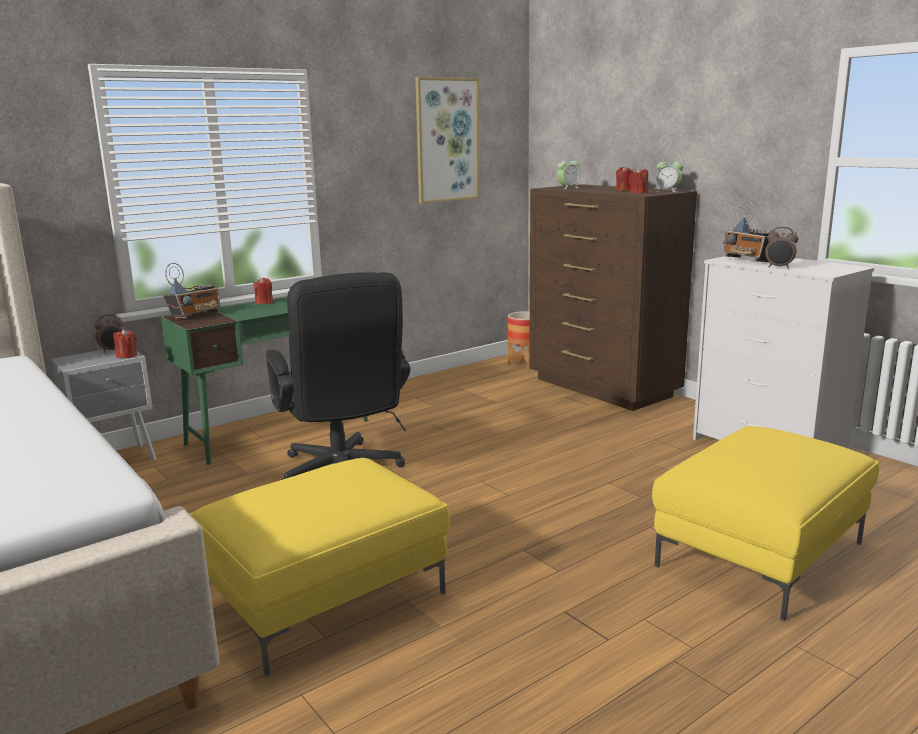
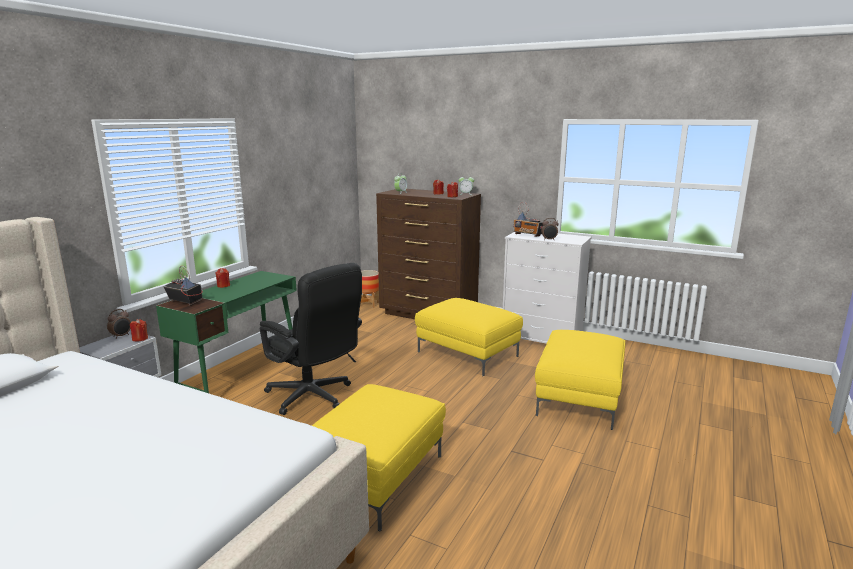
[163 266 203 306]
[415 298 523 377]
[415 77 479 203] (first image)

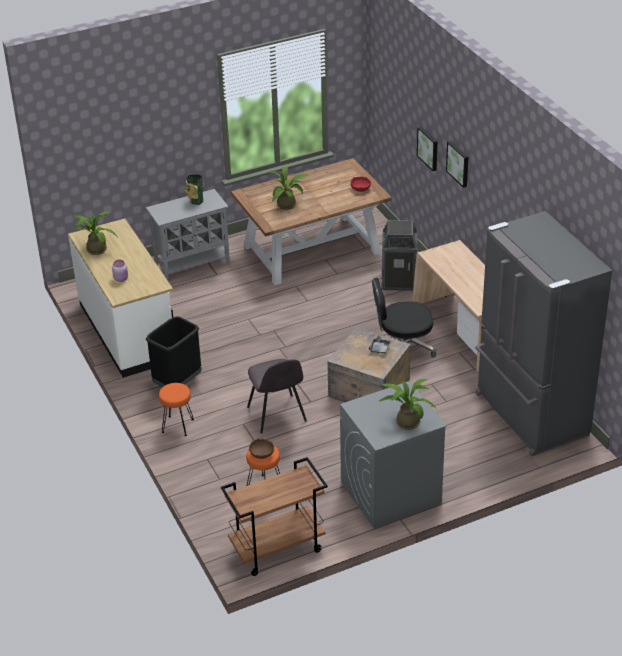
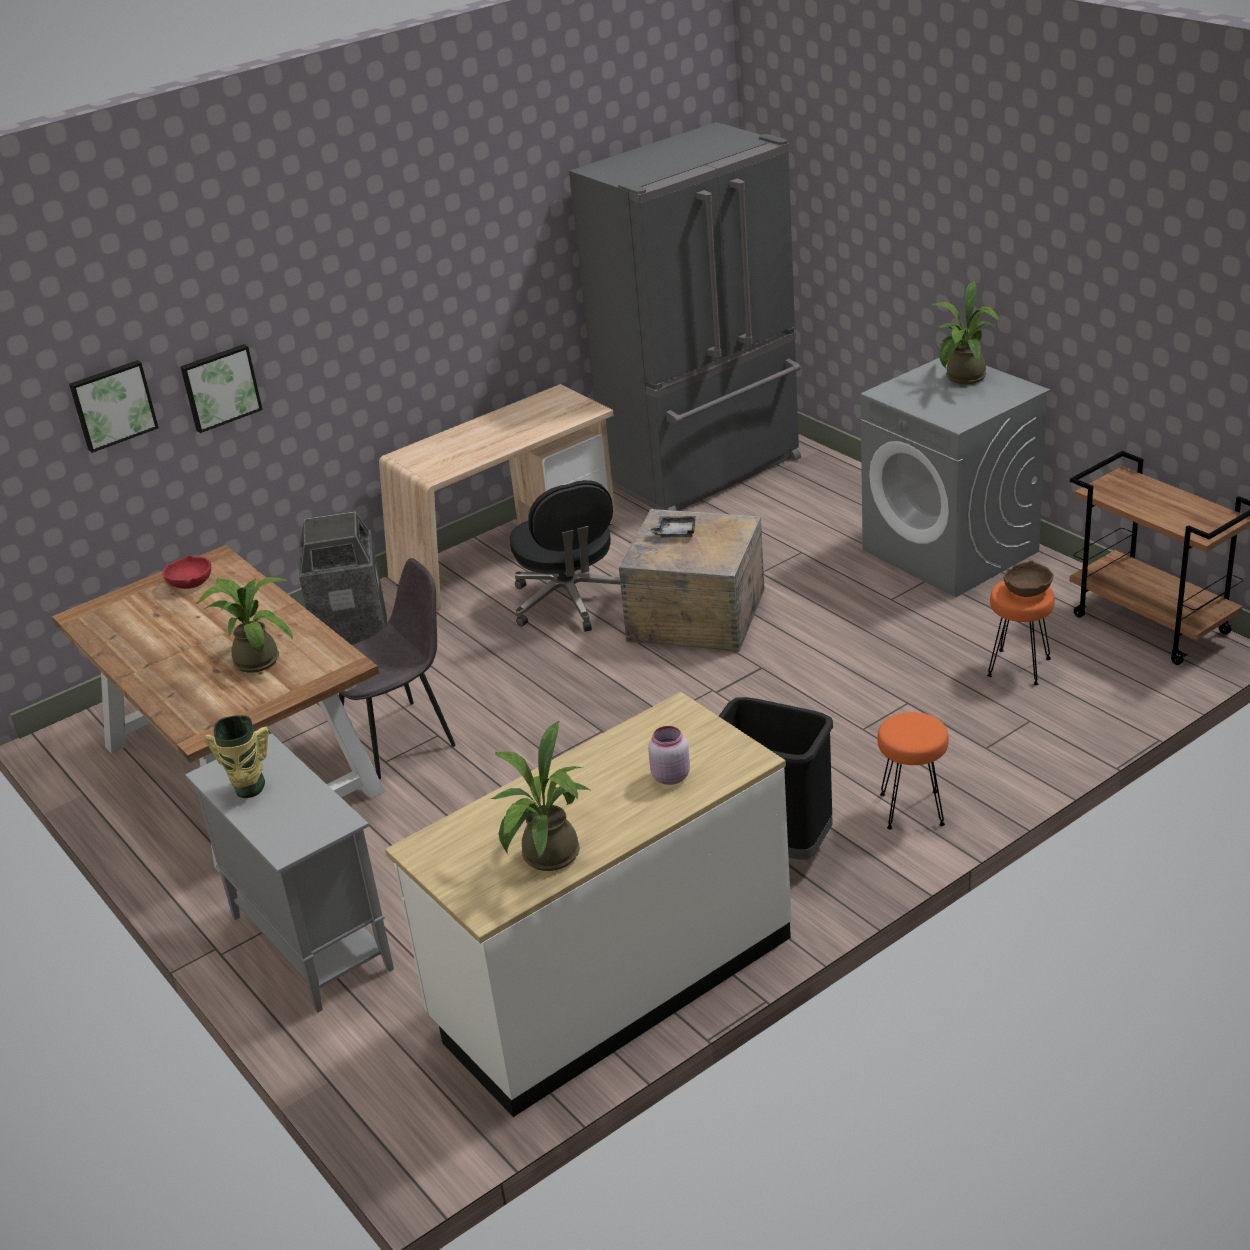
[69 360 159 453]
[339 558 456 779]

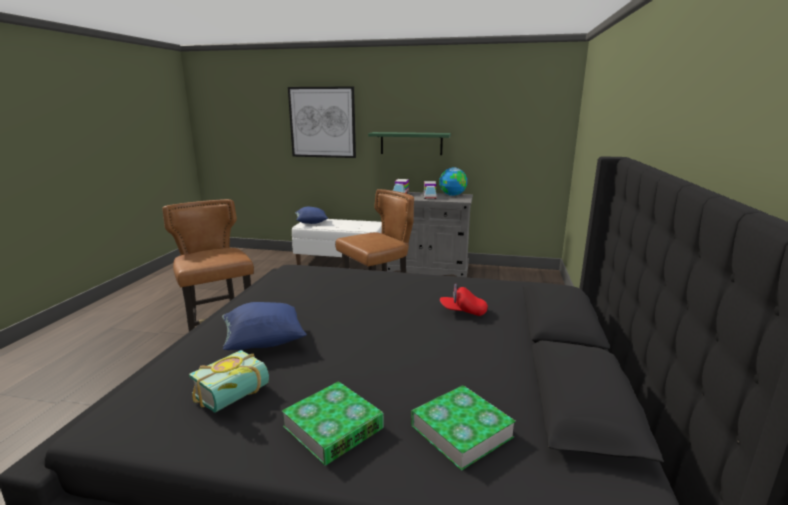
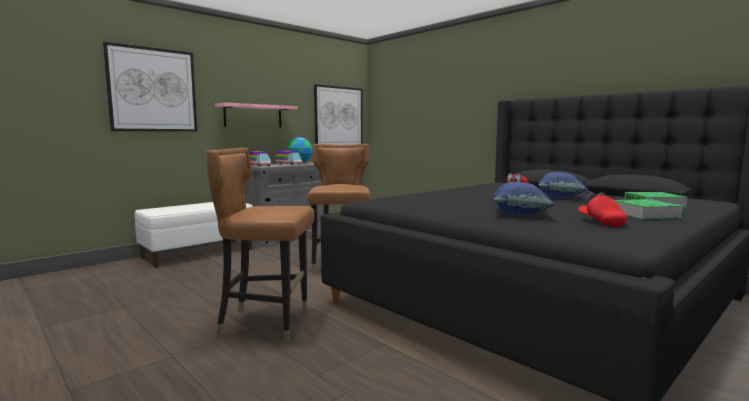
[215 103 297 128]
[314 84 363 144]
[538 172 588 198]
[578 193 628 227]

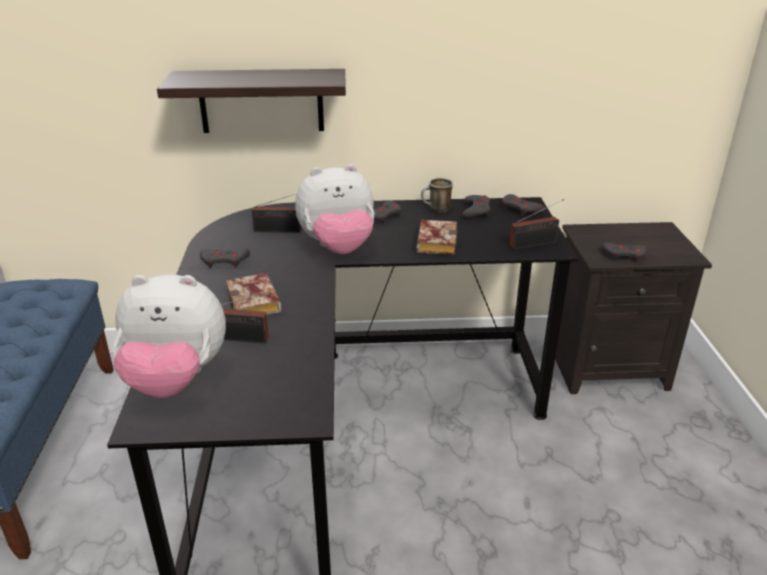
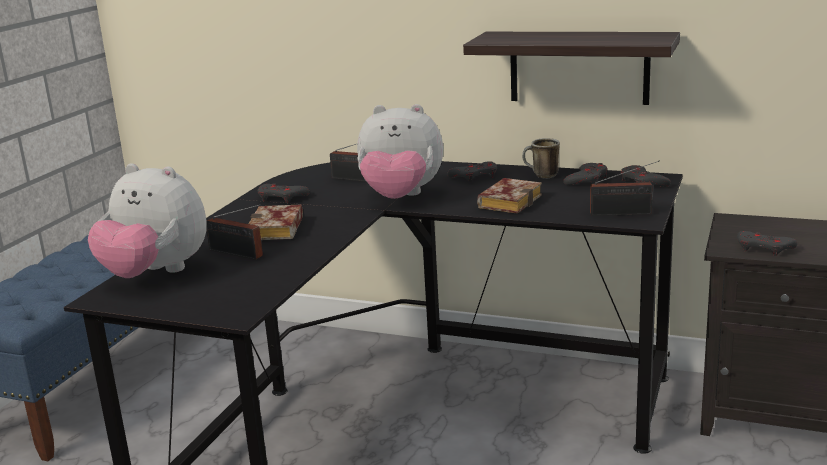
[463 32 680 105]

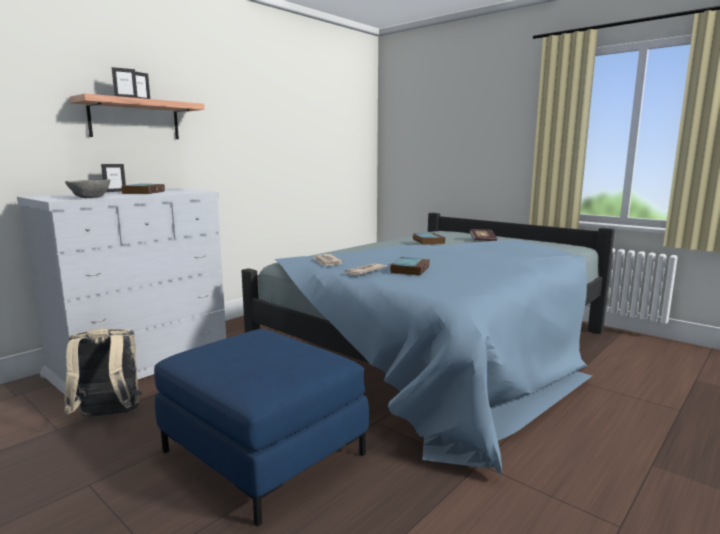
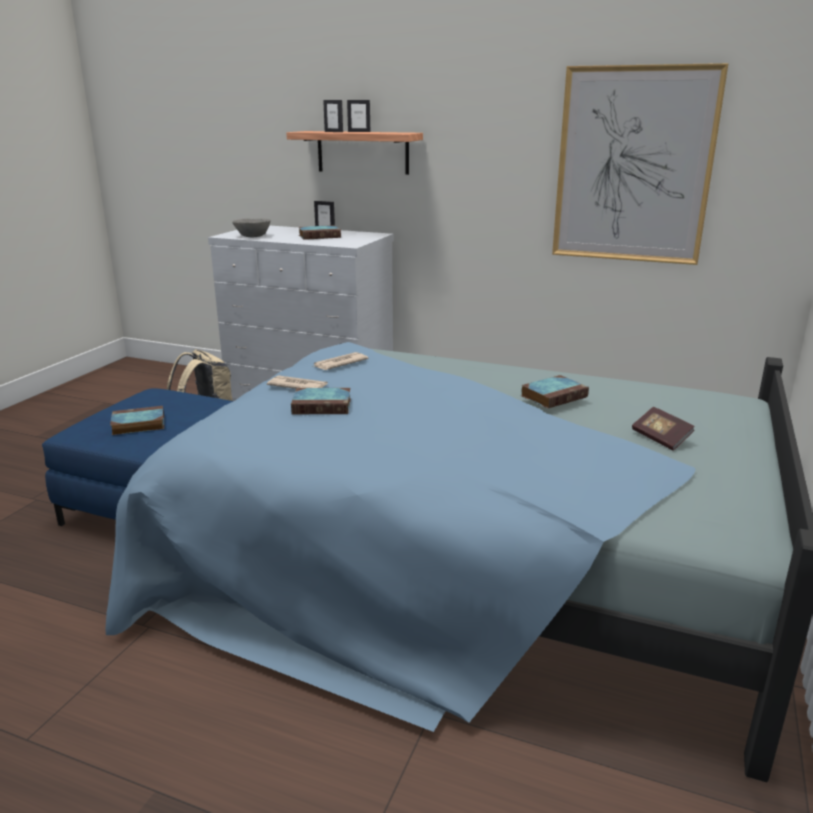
[110 406 164 435]
[552 63 729 265]

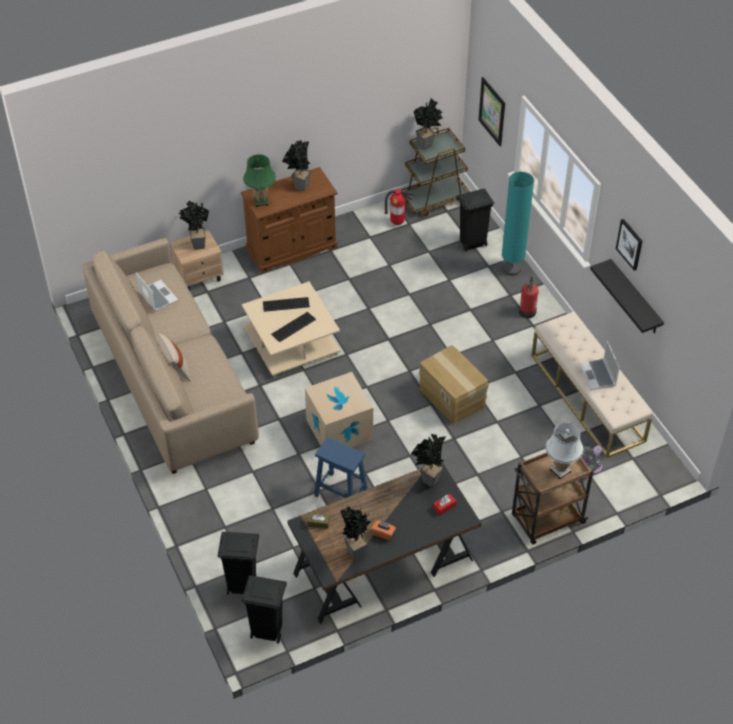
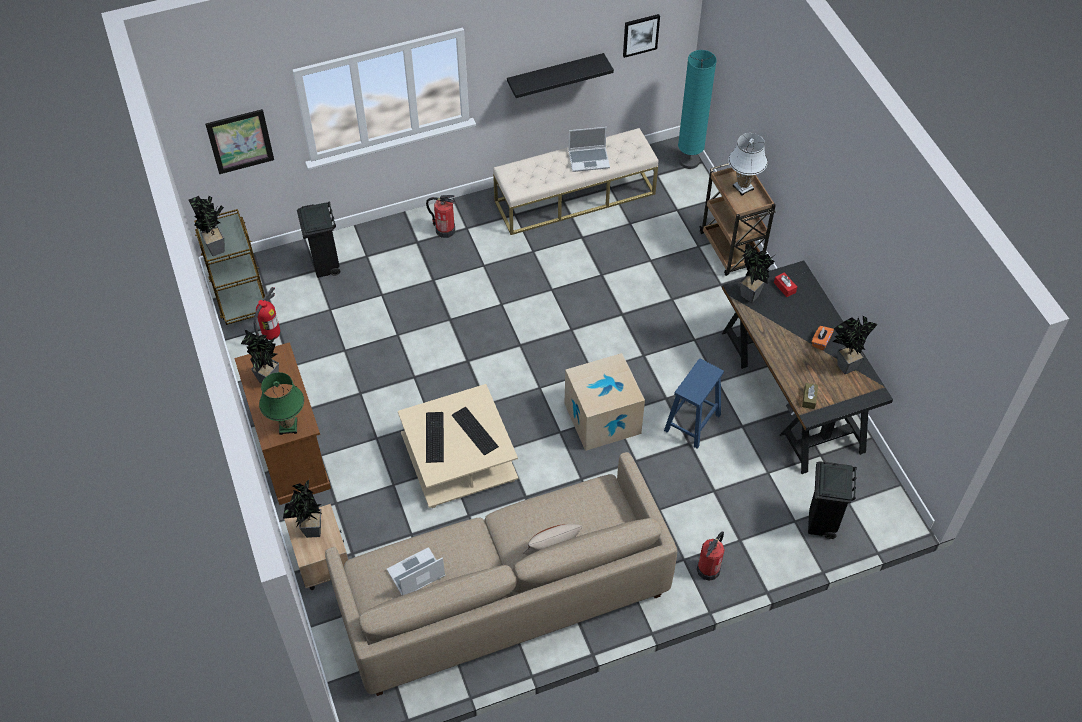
[623 14 660 58]
[678 50 717 169]
[697 532 725 581]
[242 575 287 644] (first image)
[419 345 489 424] (first image)
[581 445 603 474] (first image)

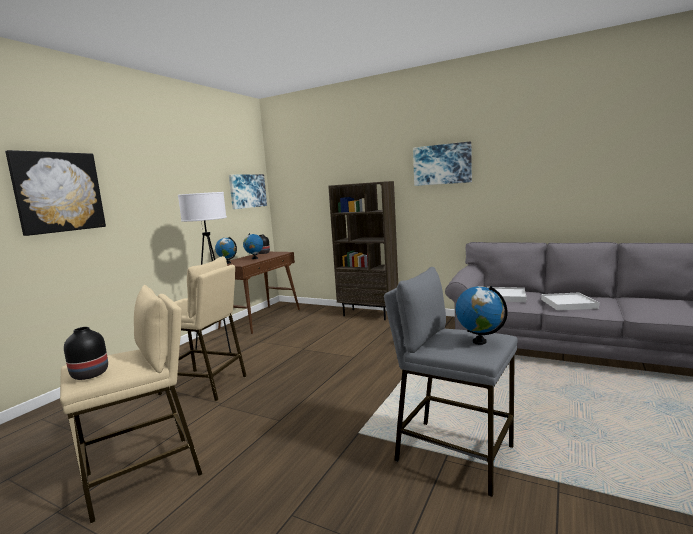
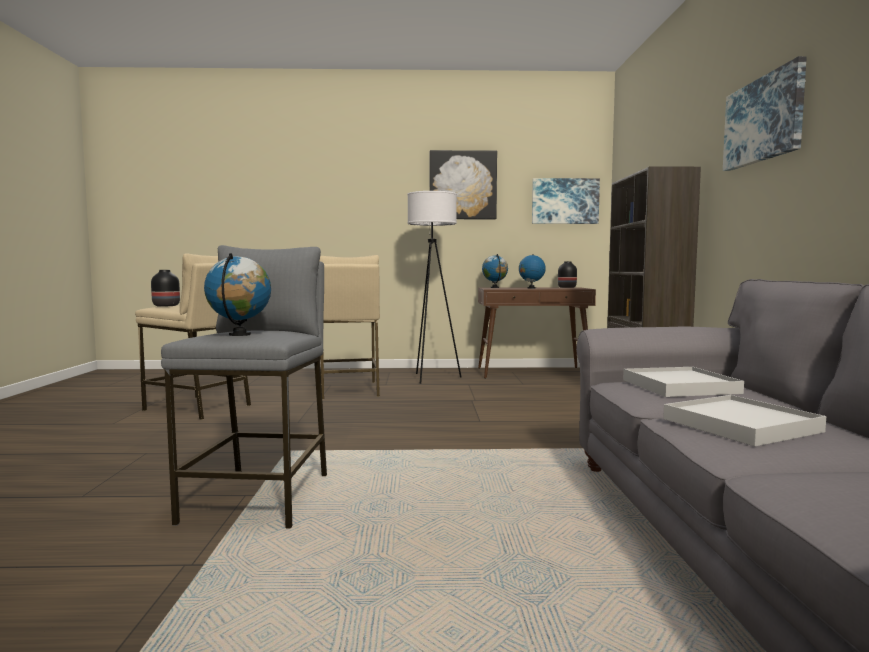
[430 150 497 219]

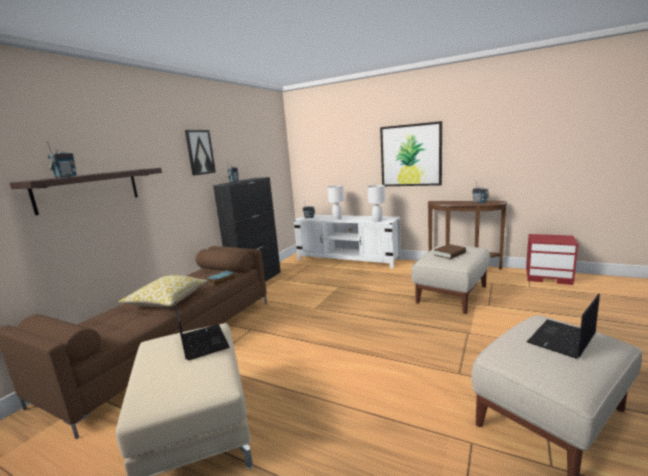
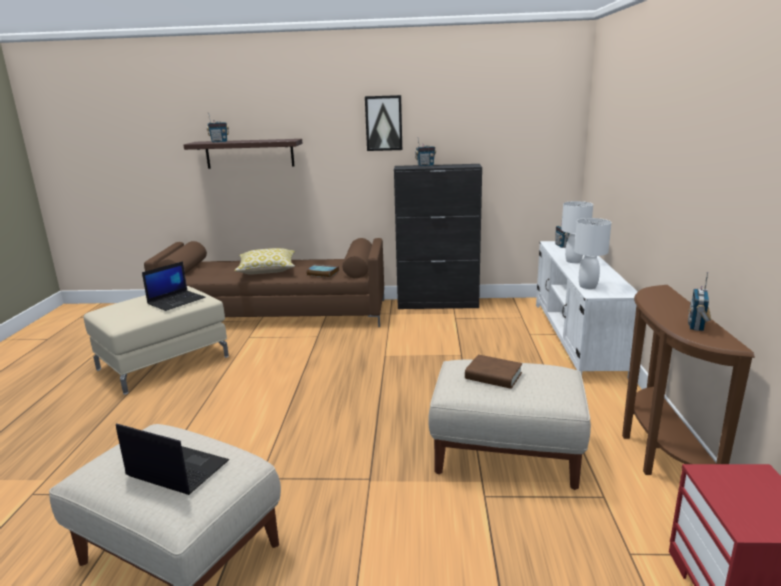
[380 121 442 186] (first image)

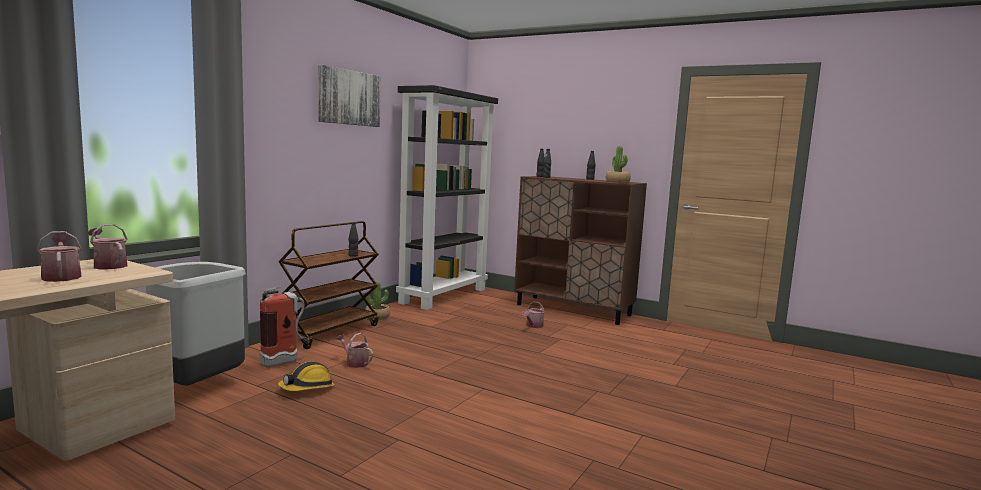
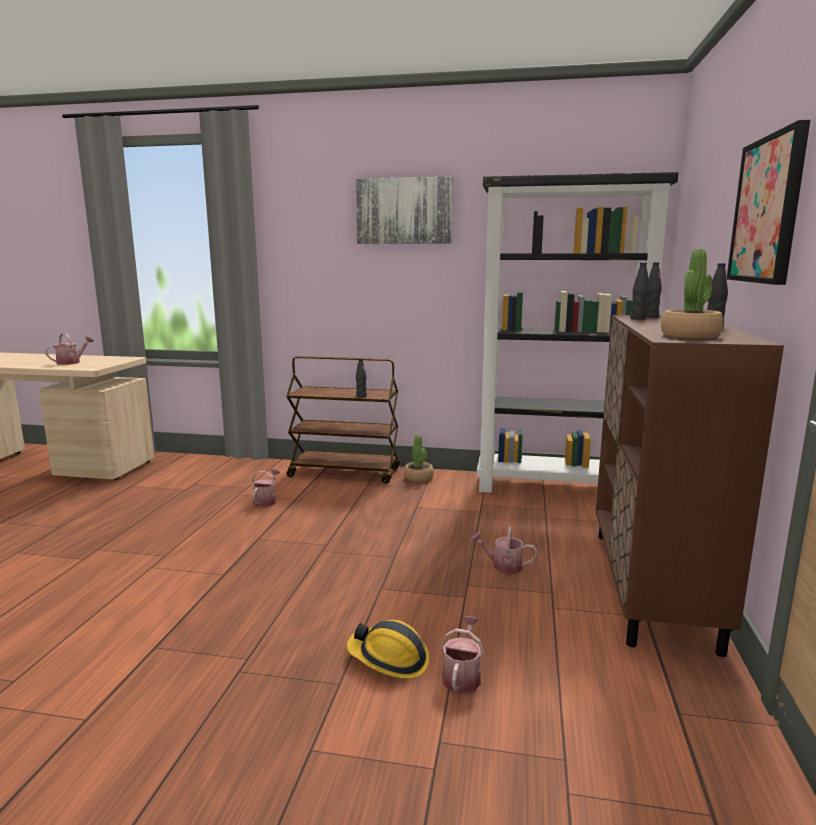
[347 620 430 679]
[441 616 484 694]
[727 120 810 285]
[146 262 246 386] (first image)
[259 286 310 368] (first image)

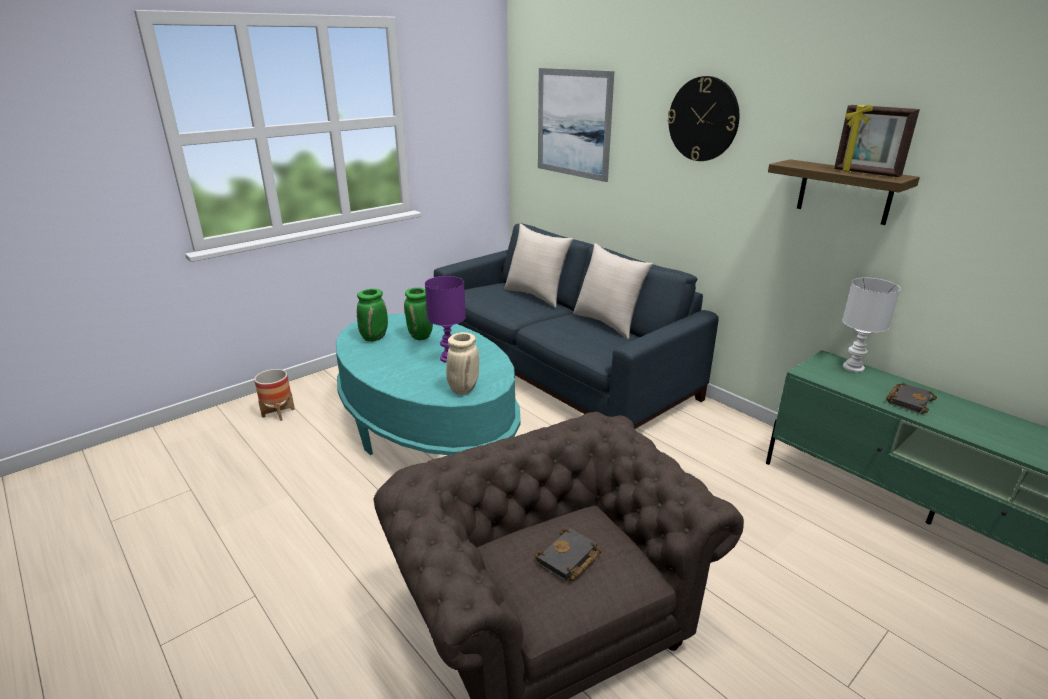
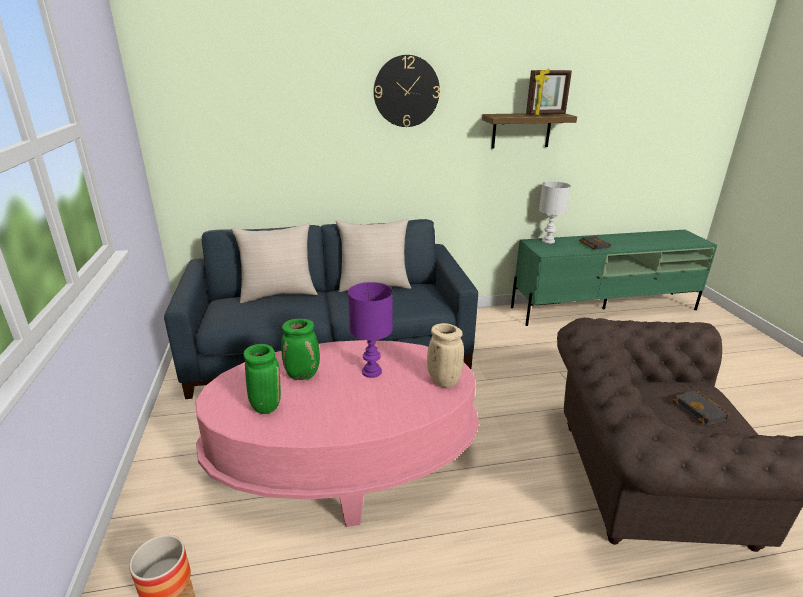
[195 340 479 527]
[538 68 614 182] (first image)

